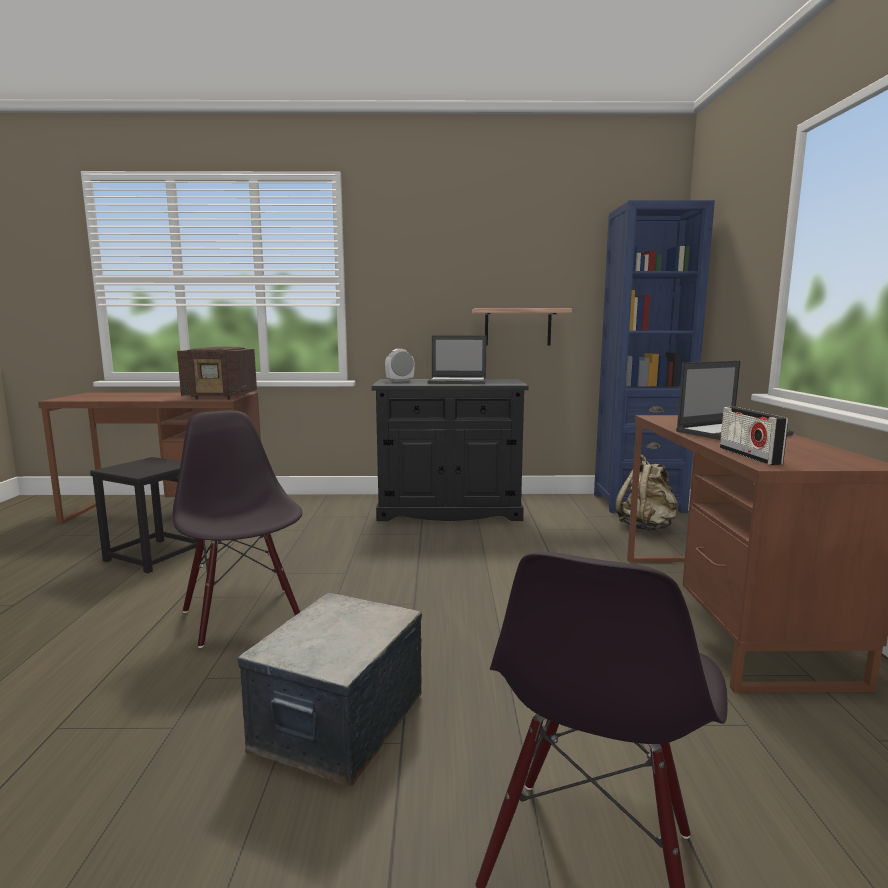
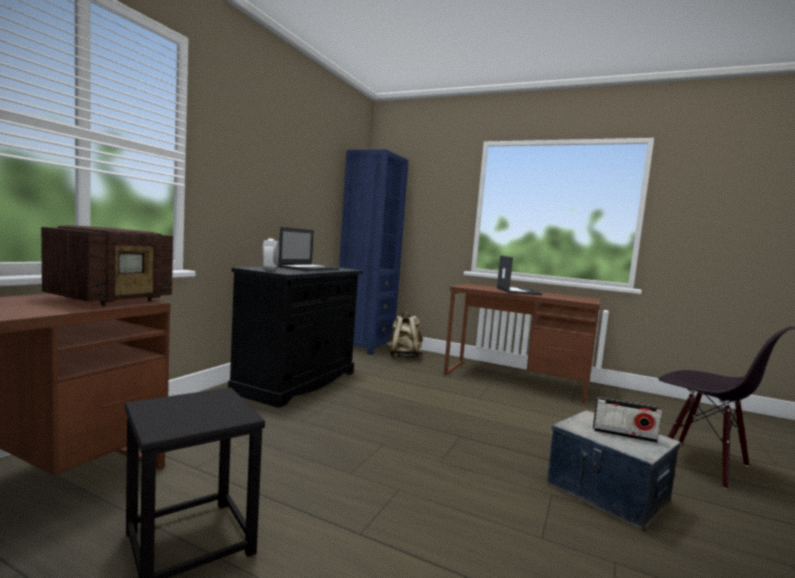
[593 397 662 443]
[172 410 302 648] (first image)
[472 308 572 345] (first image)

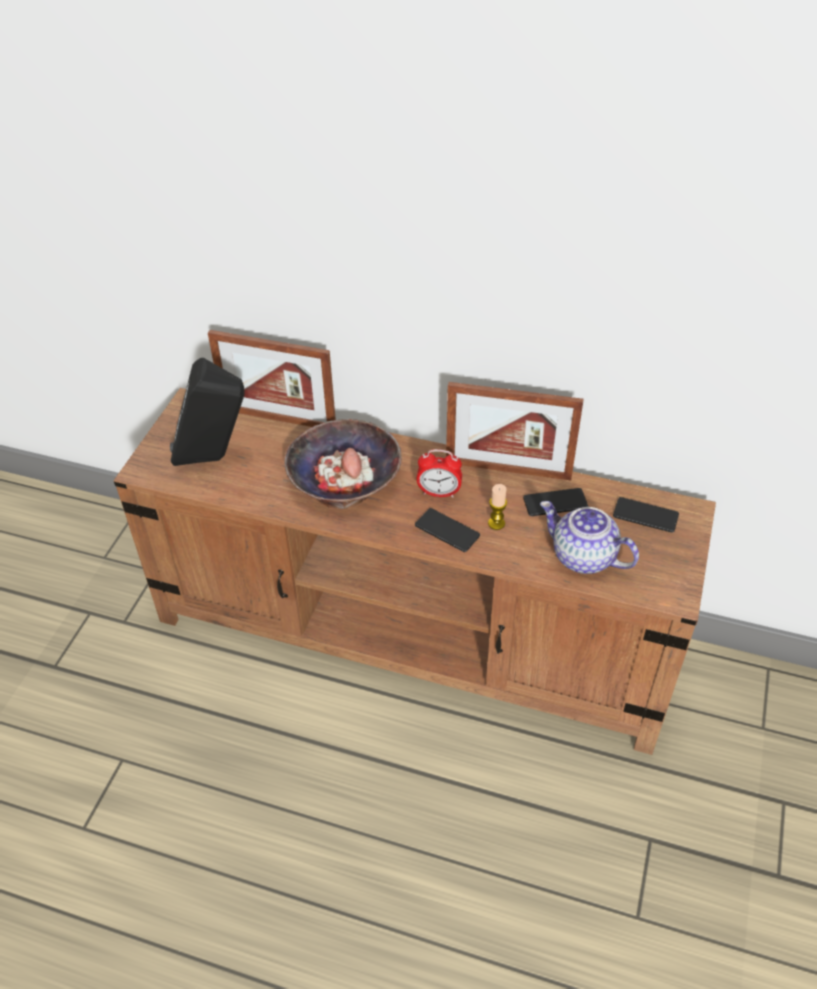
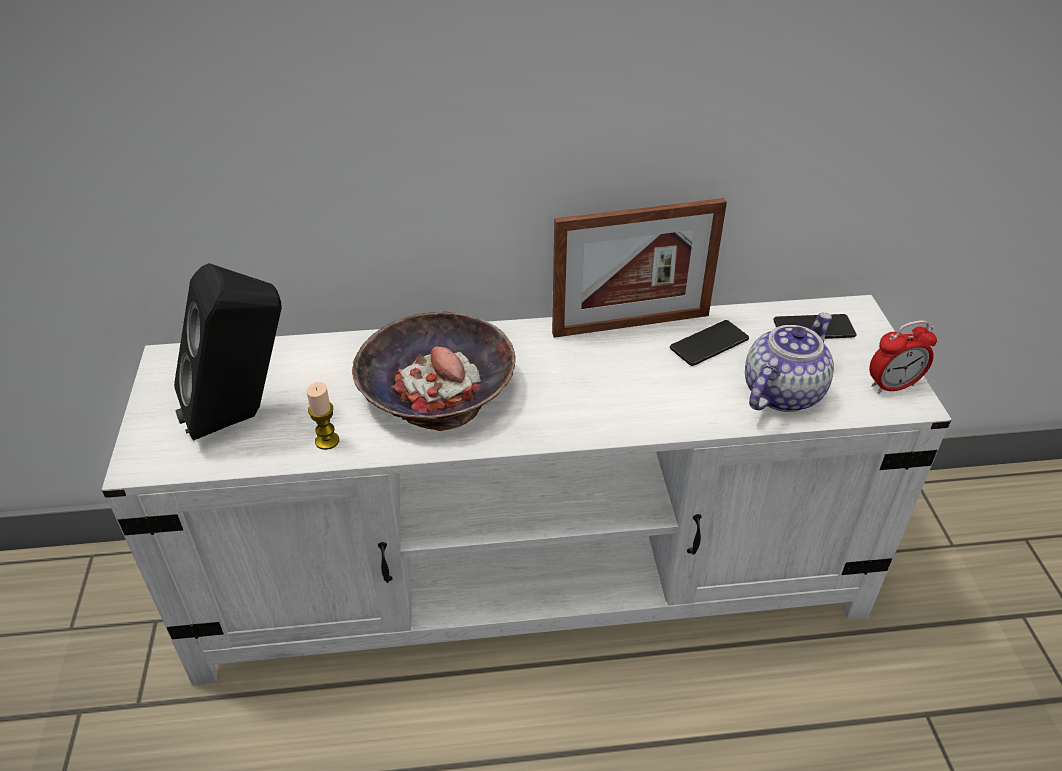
[102 295 952 685]
[307 382 339 450]
[745 313 834 412]
[869 320 937 394]
[208 330 336 427] (first image)
[415 508 480 552] (first image)

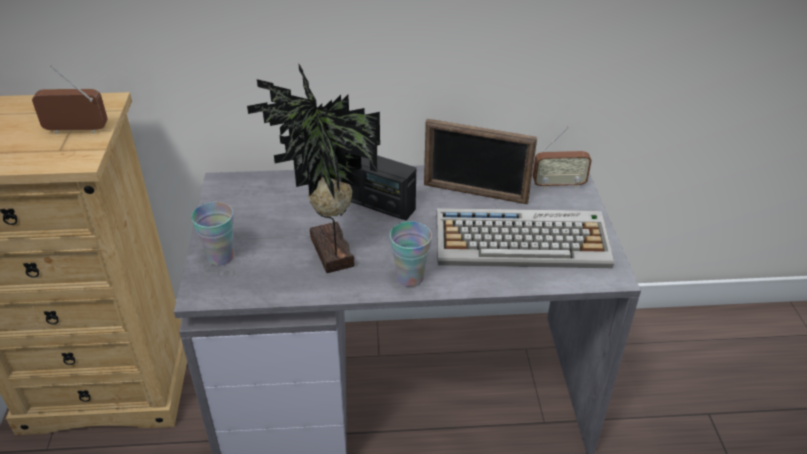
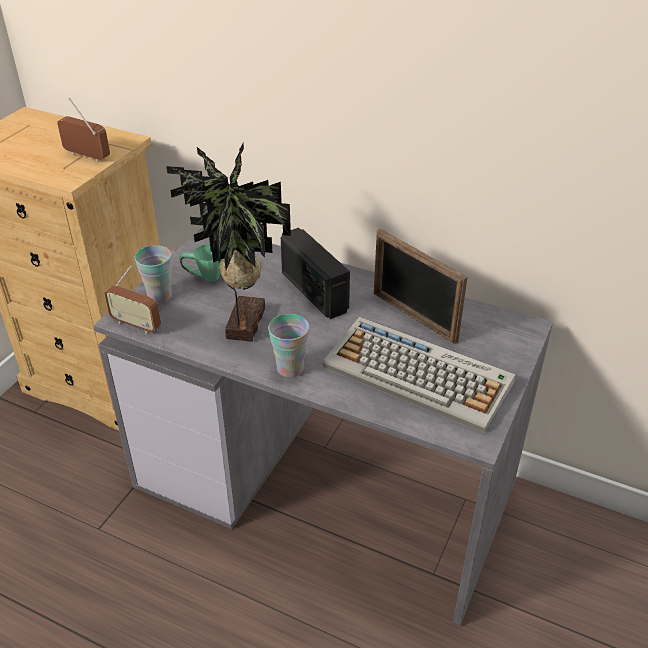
[104 266 161 334]
[179 244 222 282]

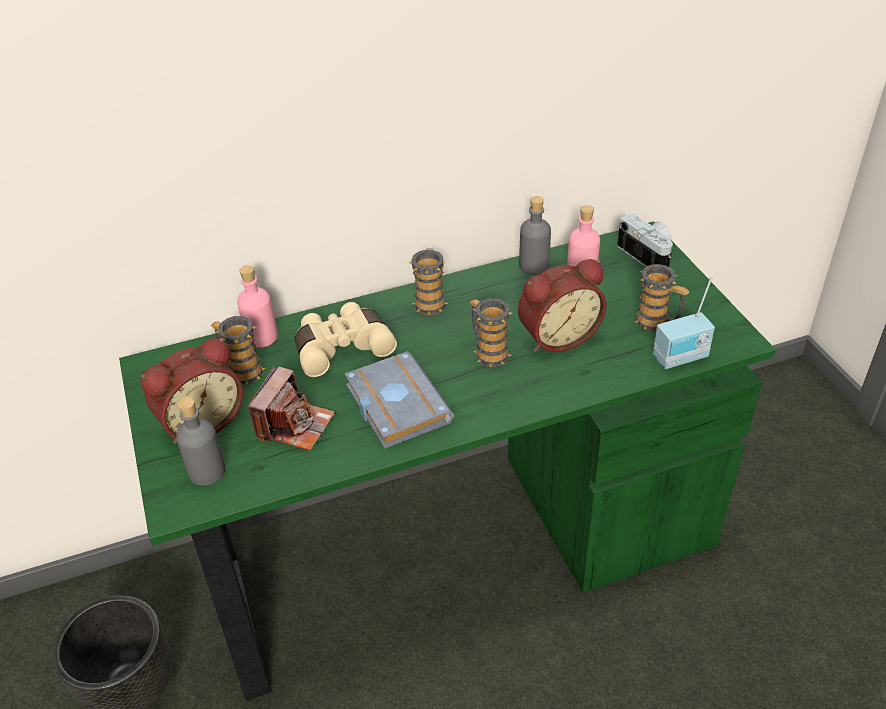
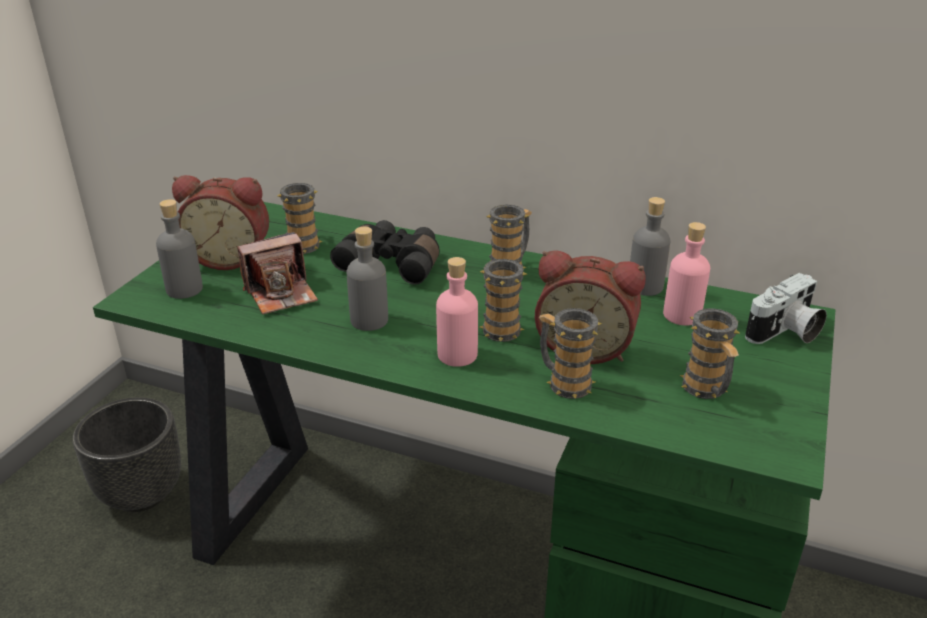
[330 220 440 285]
[346 227 388 331]
[436 257 478 367]
[539 308 602 399]
[745 273 827 344]
[653 276 715 369] (first image)

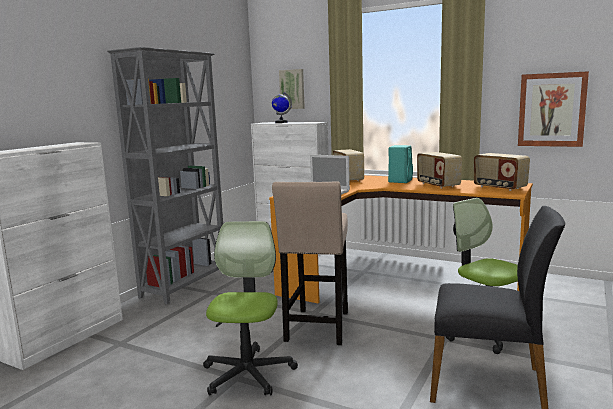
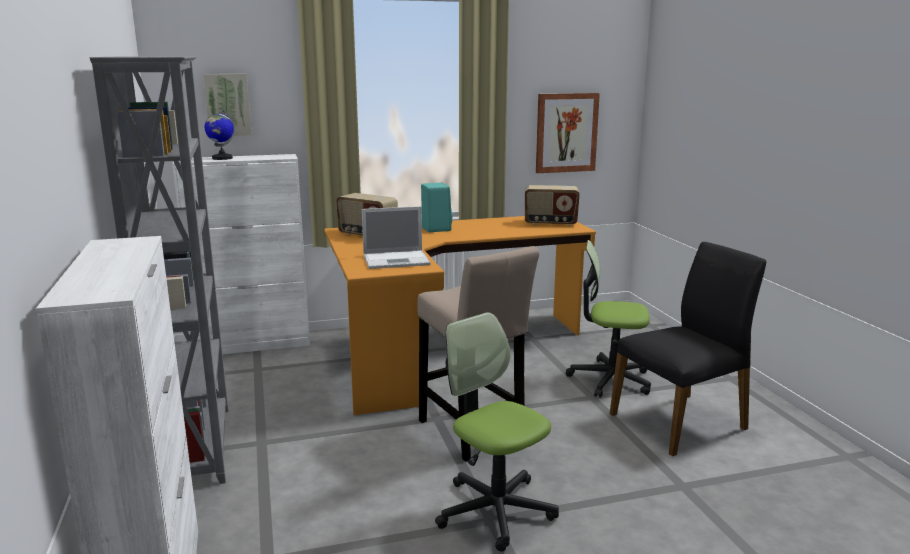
[417 152 462 189] (first image)

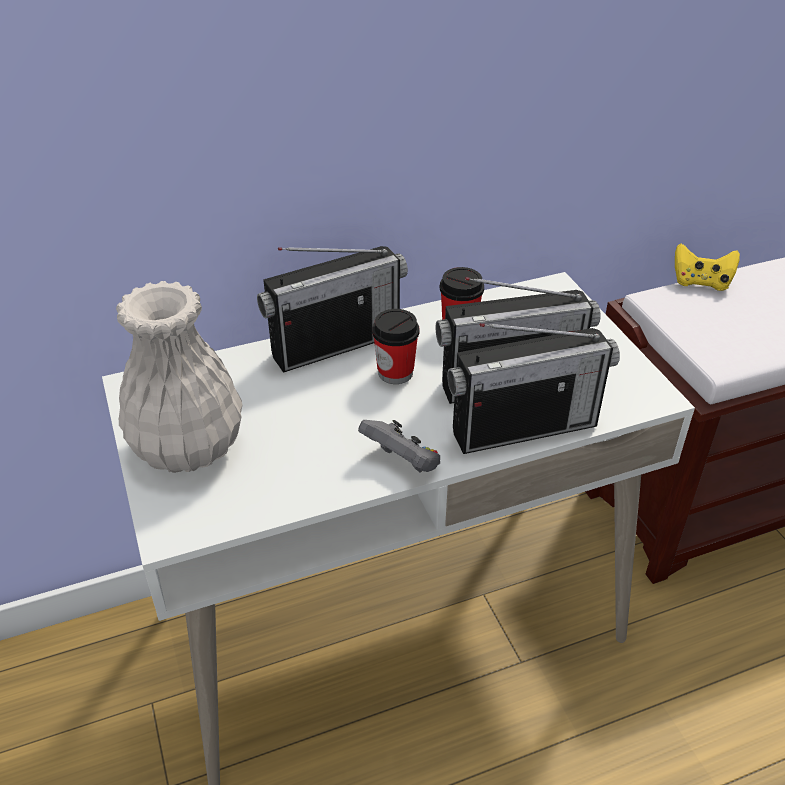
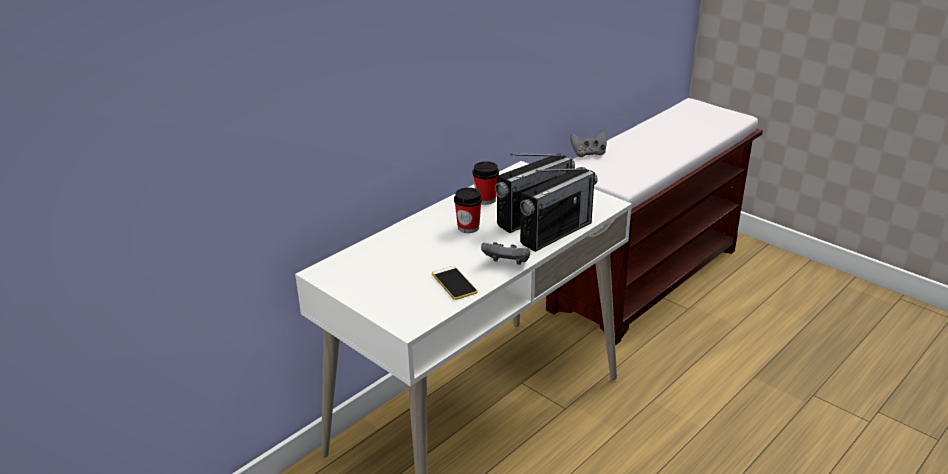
[432 266 478 300]
[570 131 607 157]
[116 281 243 473] (first image)
[257 246 408 373] (first image)

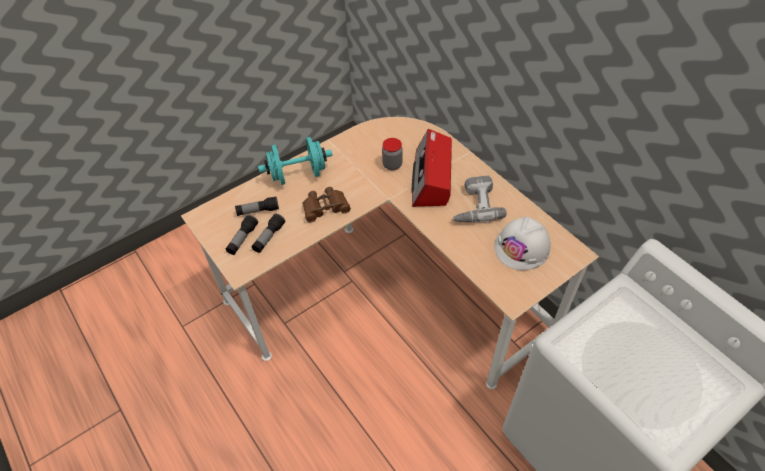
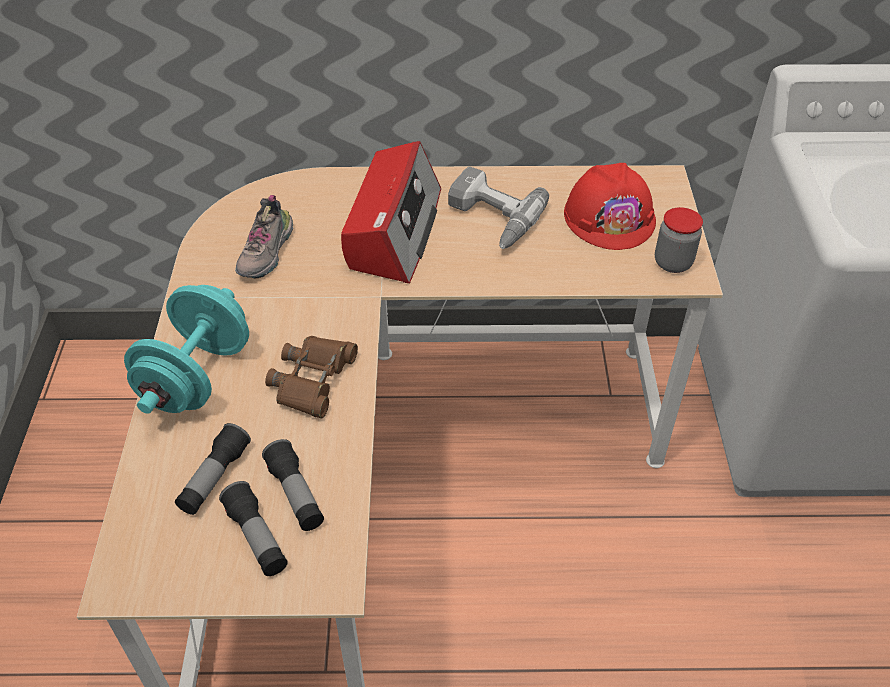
[235 195 294 279]
[341 141 441 284]
[564 163 656 250]
[655 207 703 273]

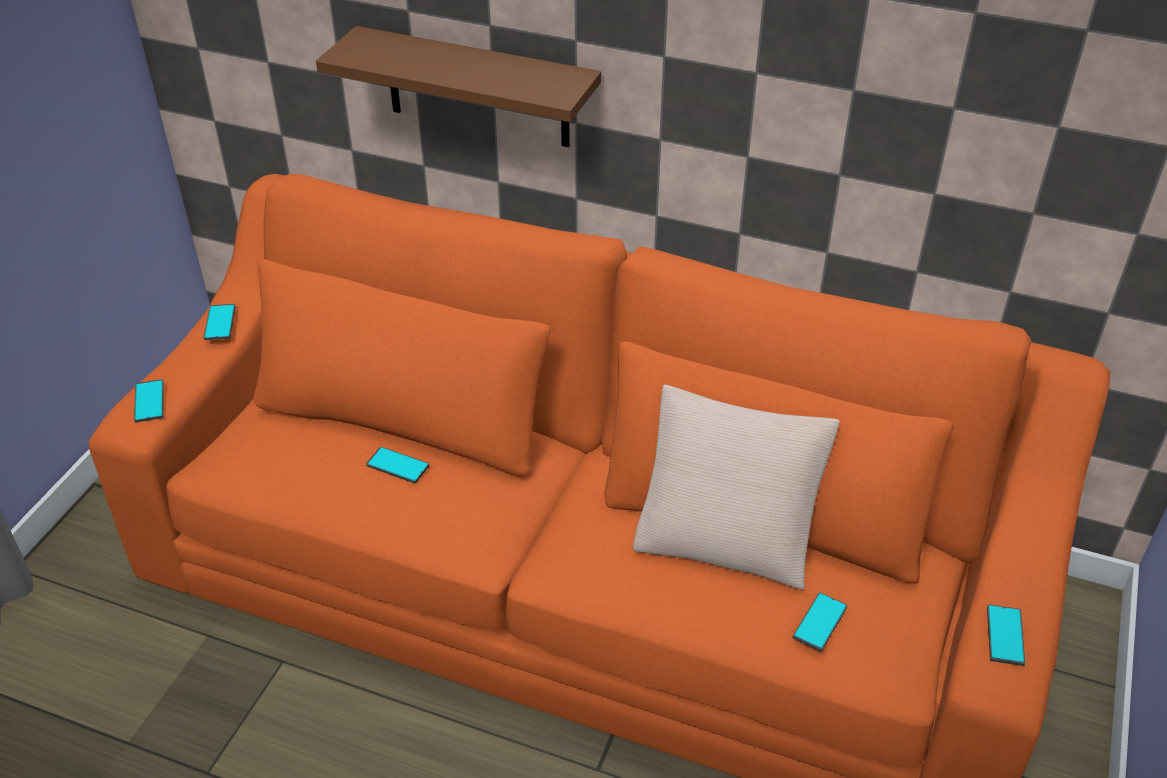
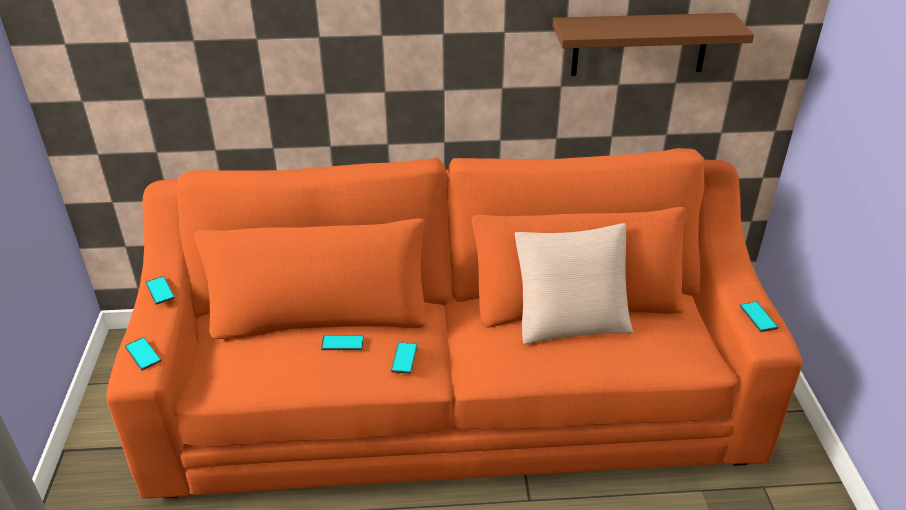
[391 342 417 374]
[553 13 754 76]

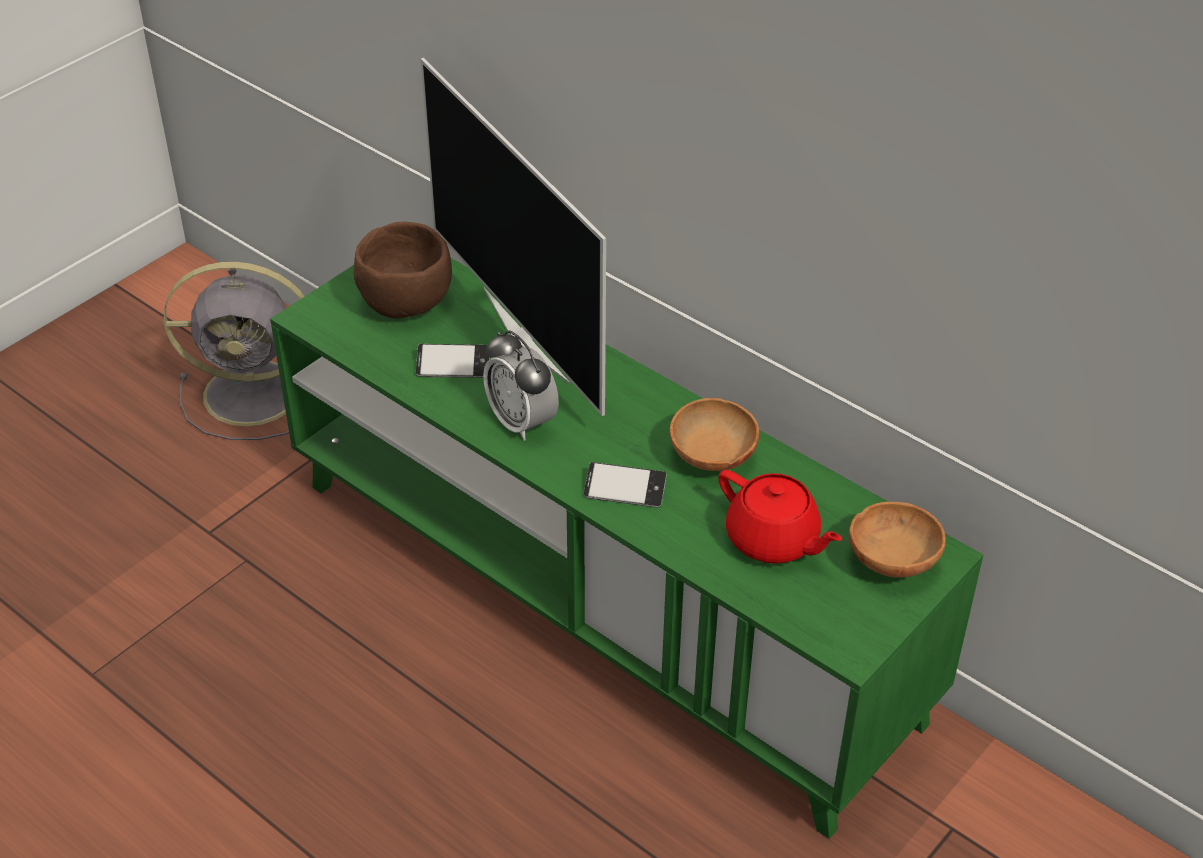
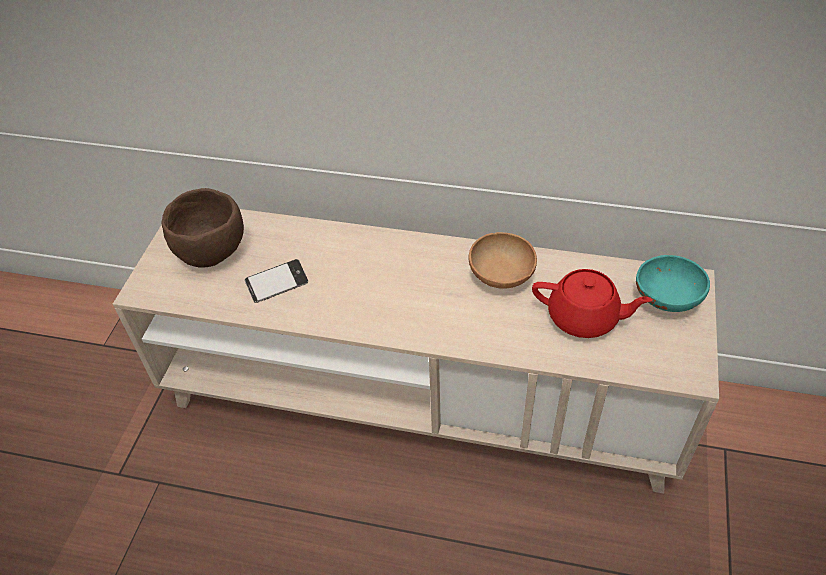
[113 209 719 494]
[636 255 710 312]
[164 262 305 440] (first image)
[421 58 606 416] (first image)
[483 330 559 441] (first image)
[583 462 667 508] (first image)

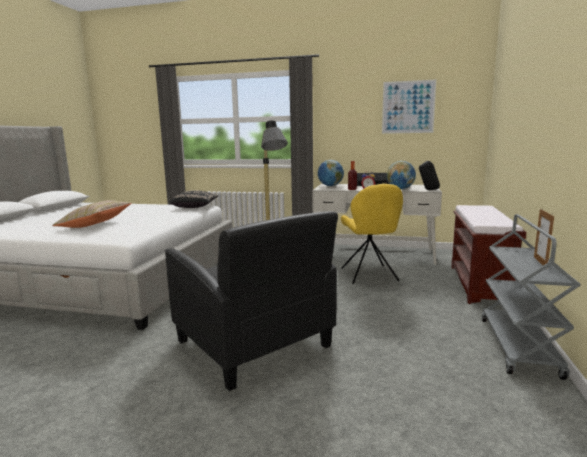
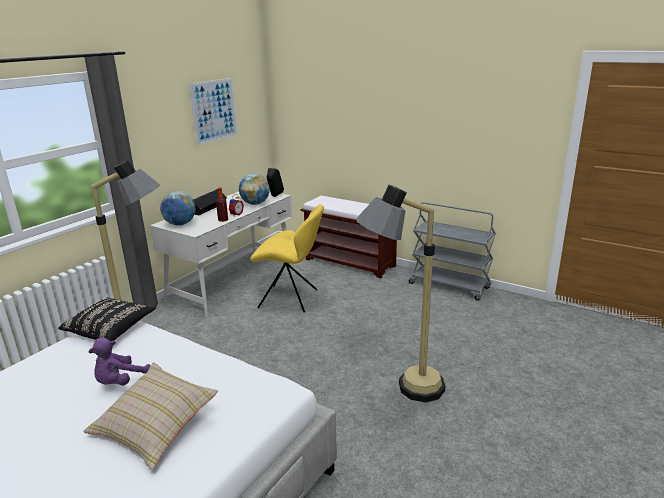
[89 337 150 385]
[356 185 445 403]
[534 209 554 269] (first image)

